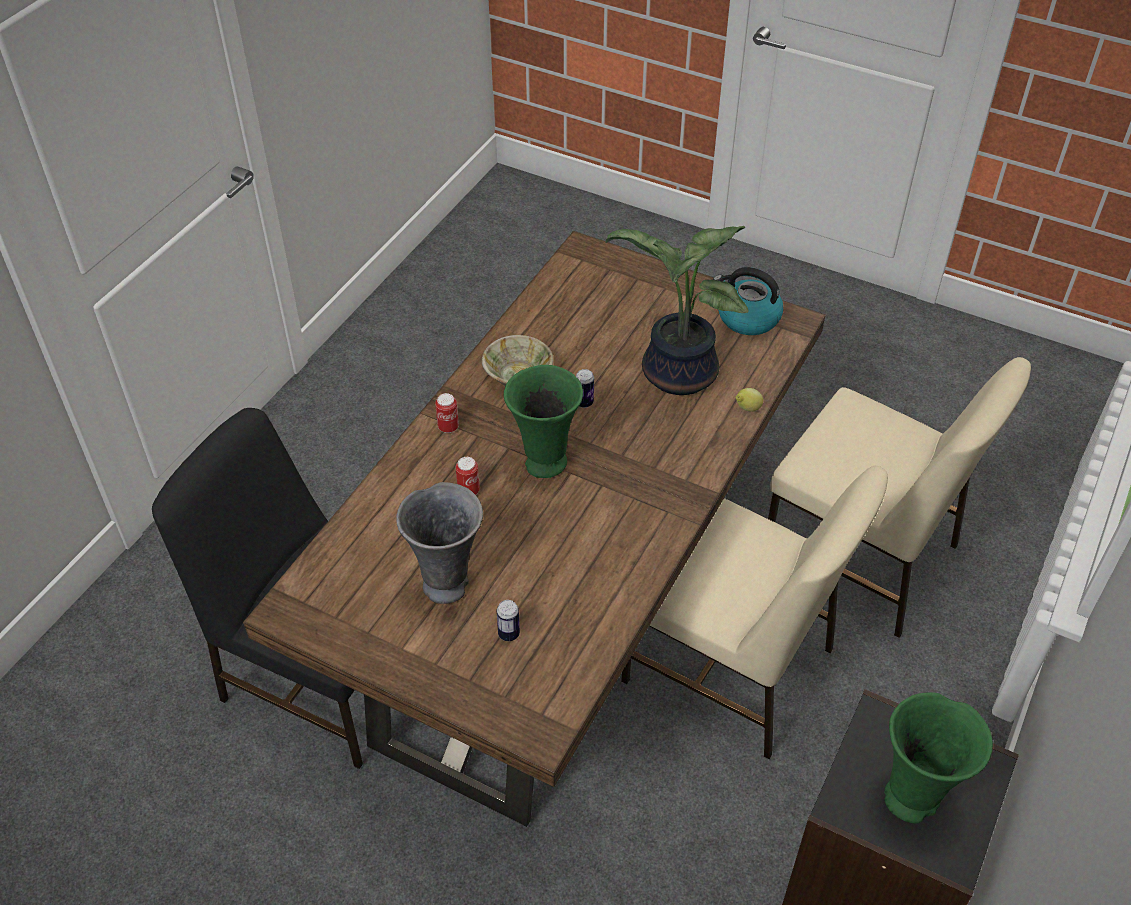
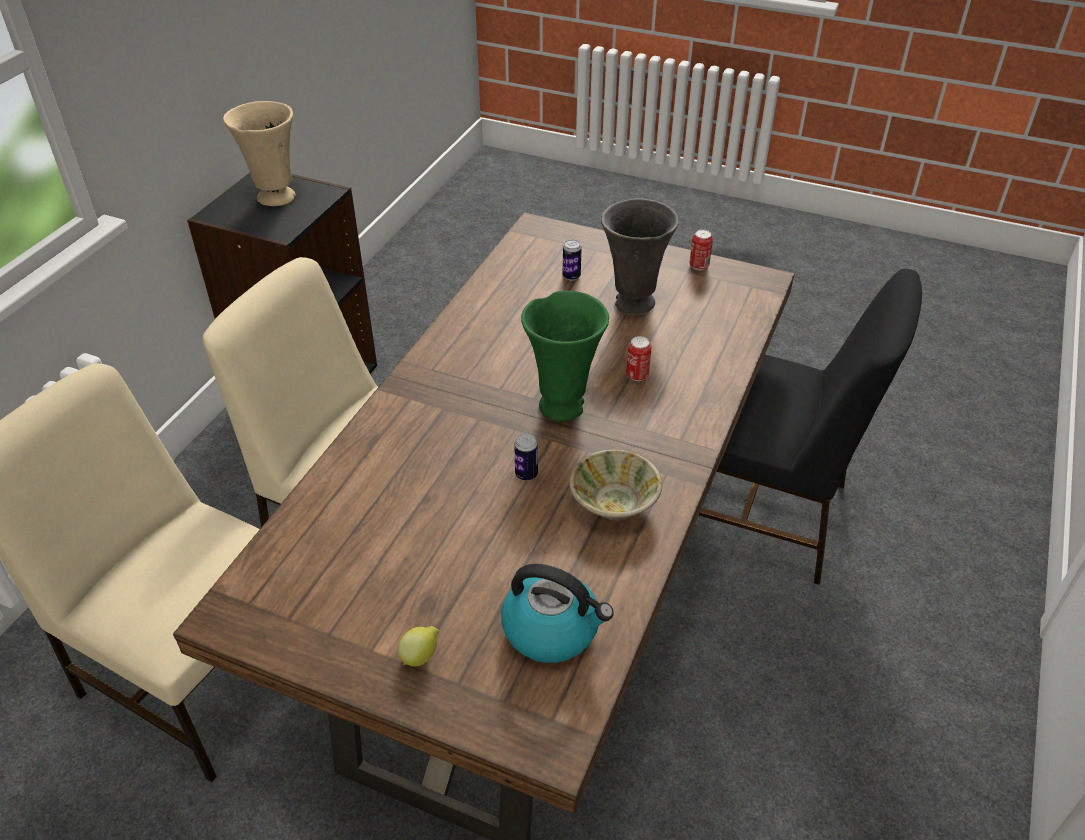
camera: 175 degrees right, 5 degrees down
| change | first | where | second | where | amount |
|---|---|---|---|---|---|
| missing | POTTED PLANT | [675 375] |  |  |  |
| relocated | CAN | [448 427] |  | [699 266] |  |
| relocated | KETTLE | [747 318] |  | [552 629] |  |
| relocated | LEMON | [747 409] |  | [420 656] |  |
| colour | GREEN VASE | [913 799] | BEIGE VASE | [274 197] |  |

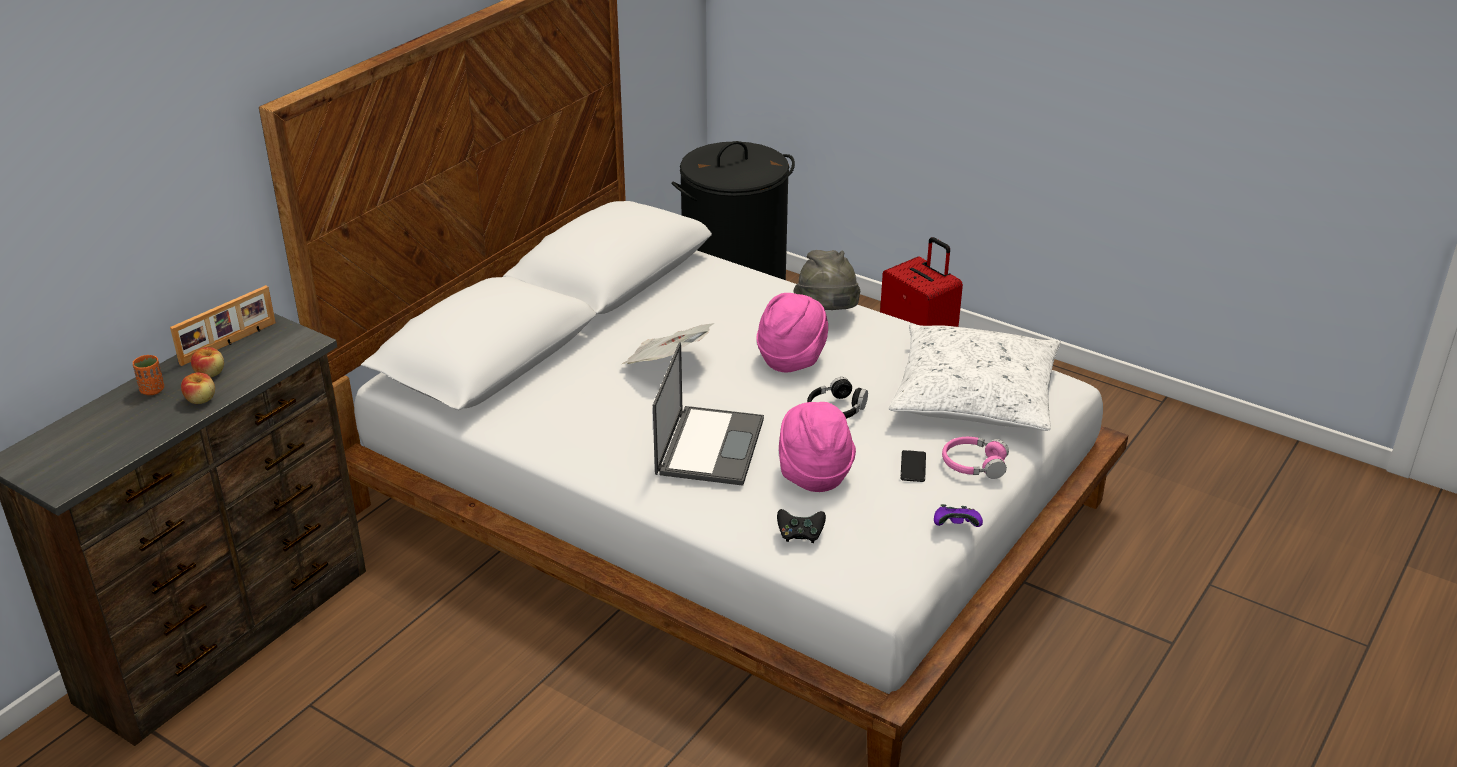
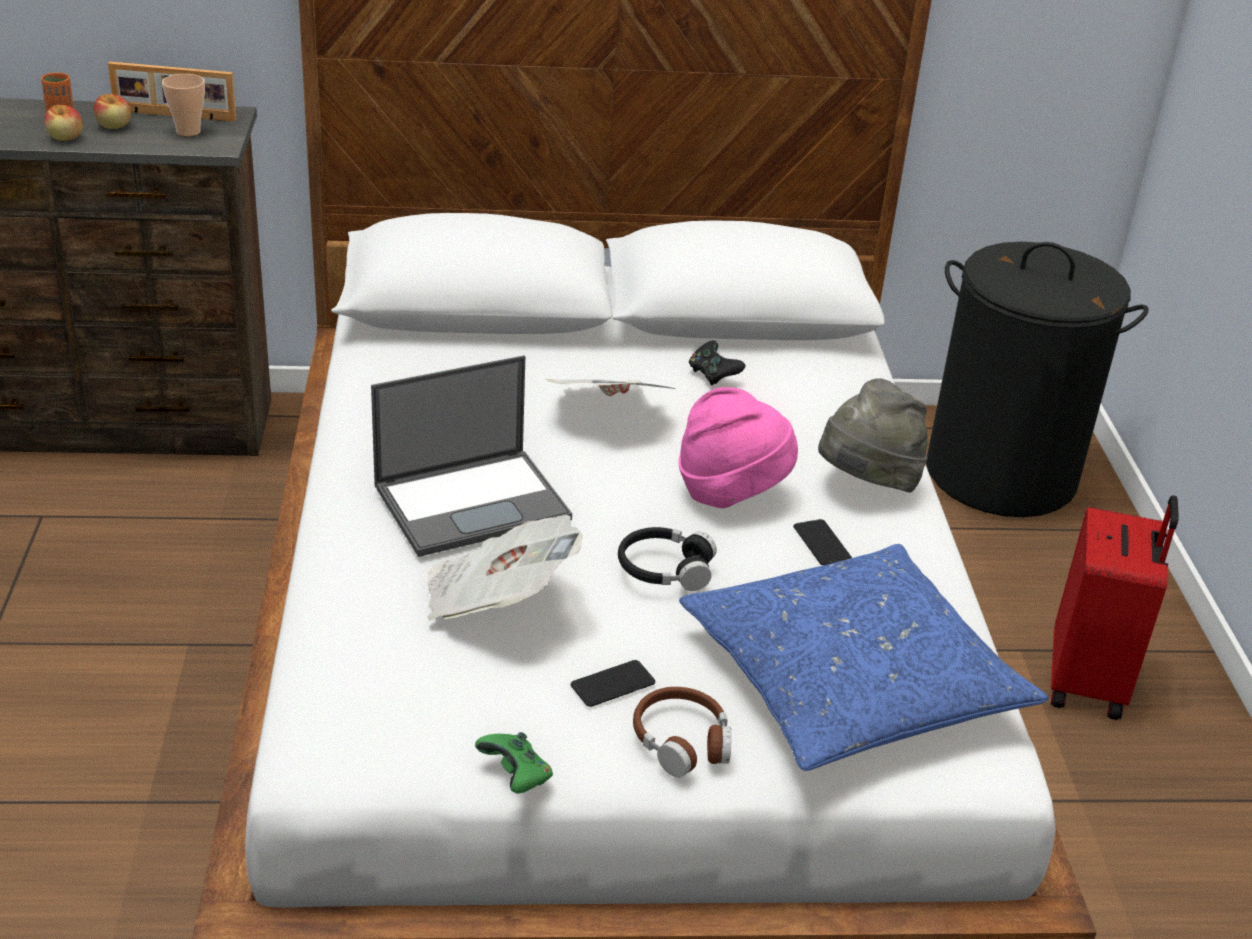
camera: 50 degrees right, 0 degrees up
| change | first | where | second | where | amount |
|---|---|---|---|---|---|
| appeared |  |  | CUP | [188 131] |  |
| appeared |  |  | PHONE | [822 543] |  |
| relocated | BLACK GAME CONTROLLER | [800 535] |  | [713 375] |  |
| exchanged | PINK HAT | [813 473] | NEWSPAPER | [497 600] |  |
| colour | WHITE PILLOW | [974 395] | BLUE PILLOW | [850 680] |  |
| colour | PURPLE GAME CONTROLLER | [956 526] | GREEN GAME CONTROLLER | [516 777] |  |
| colour | PINK HEADPHONES | [973 465] | BROWN HEADPHONES | [681 741] |  |

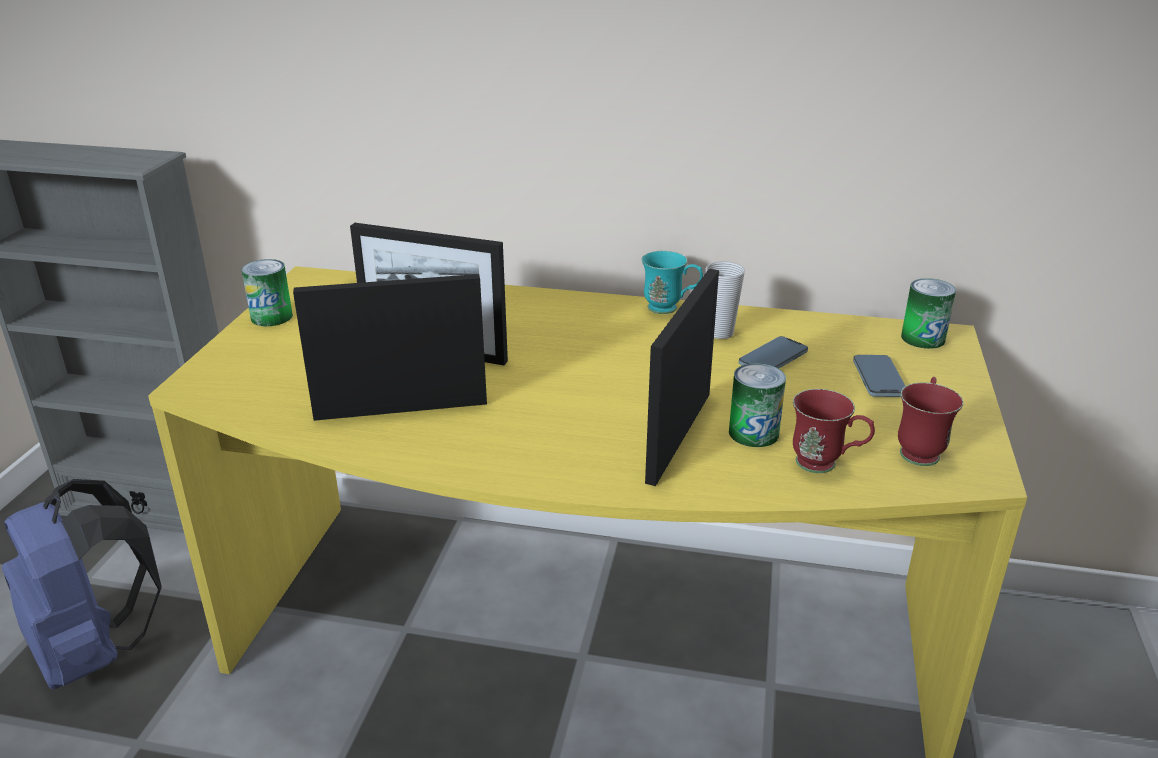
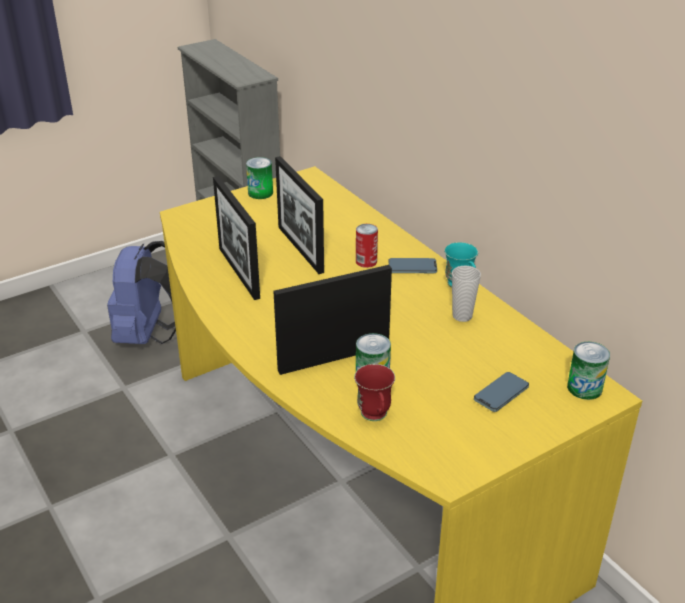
camera: 45 degrees right, 5 degrees up
| change | first | where | second | where | amount |
|---|---|---|---|---|---|
| missing | RED MUG | [920 449] |  |  |  |
| appeared |  |  | CAN | [366 261] |  |
| relocated | PHONE | [773 359] |  | [412 268] |  |
| spun | PICTURE FRAME | [401 409] |  | [239 272] | 150 degrees counterclockwise |

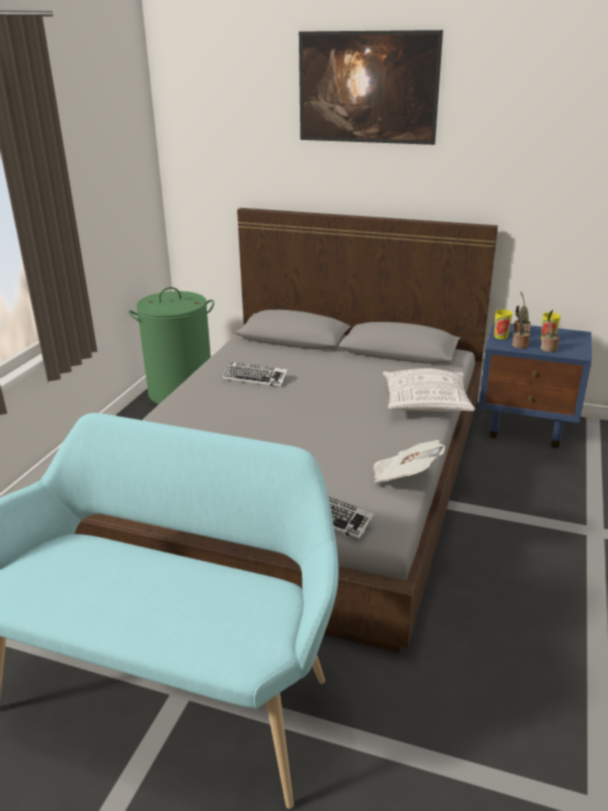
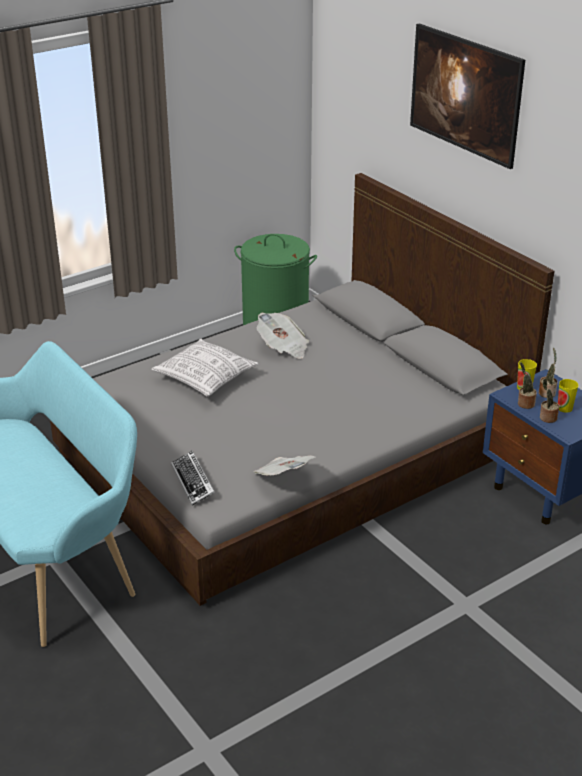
camera: 35 degrees right, 5 degrees up
| change | first | where | second | where | amount |
|---|---|---|---|---|---|
| relocated | PILLOW | [425 404] |  | [205 378] |  |
| exchanged | KEYBOARD | [255 378] | NEWSPAPER | [283 348] |  |

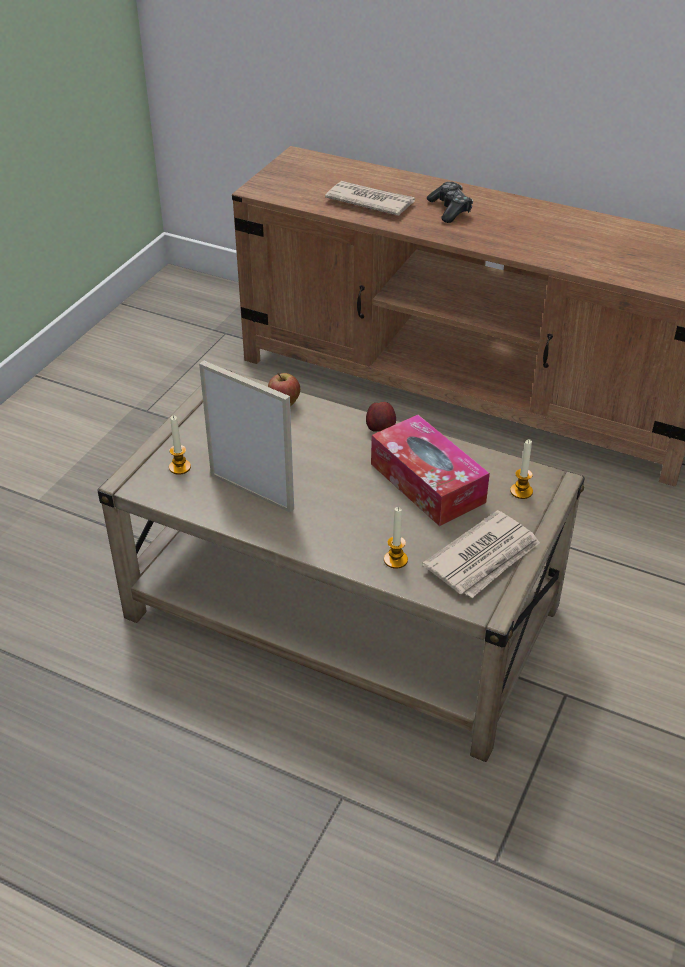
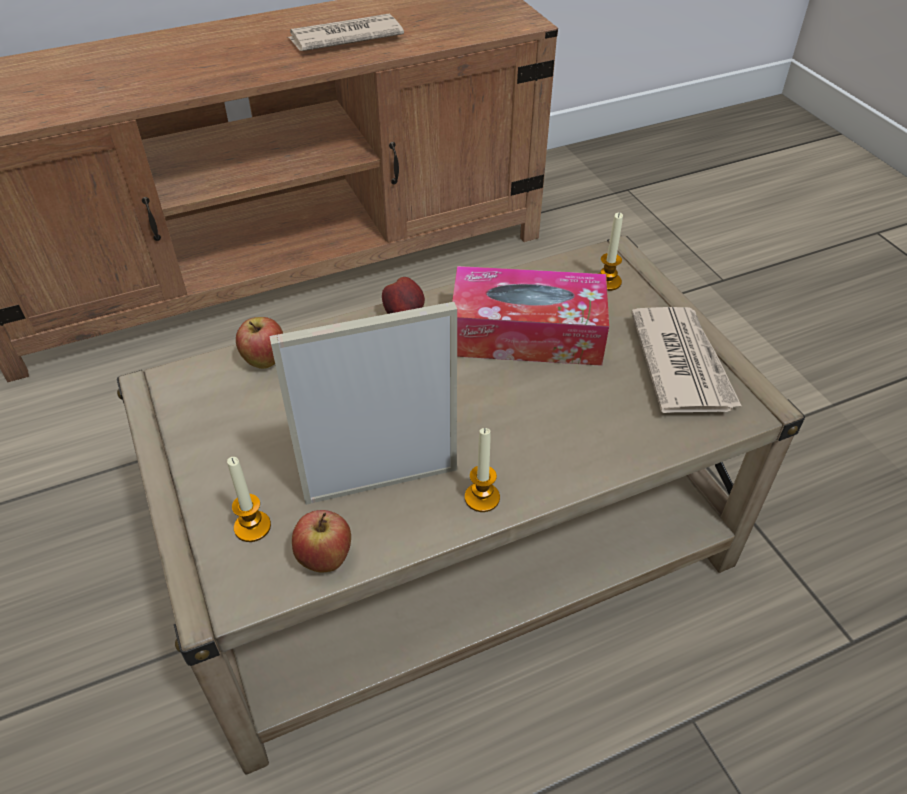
camera: 50 degrees left, 5 degrees up
| change | first | where | second | where | amount |
|---|---|---|---|---|---|
| missing | GAME CONTROLLER | [450 210] |  |  |  |
| appeared |  |  | APPLE | [325 560] |  |
| relocated | NEWSPAPER | [369 201] |  | [344 38] |  |
| relocated | CANDLE | [395 560] |  | [482 498] |  |

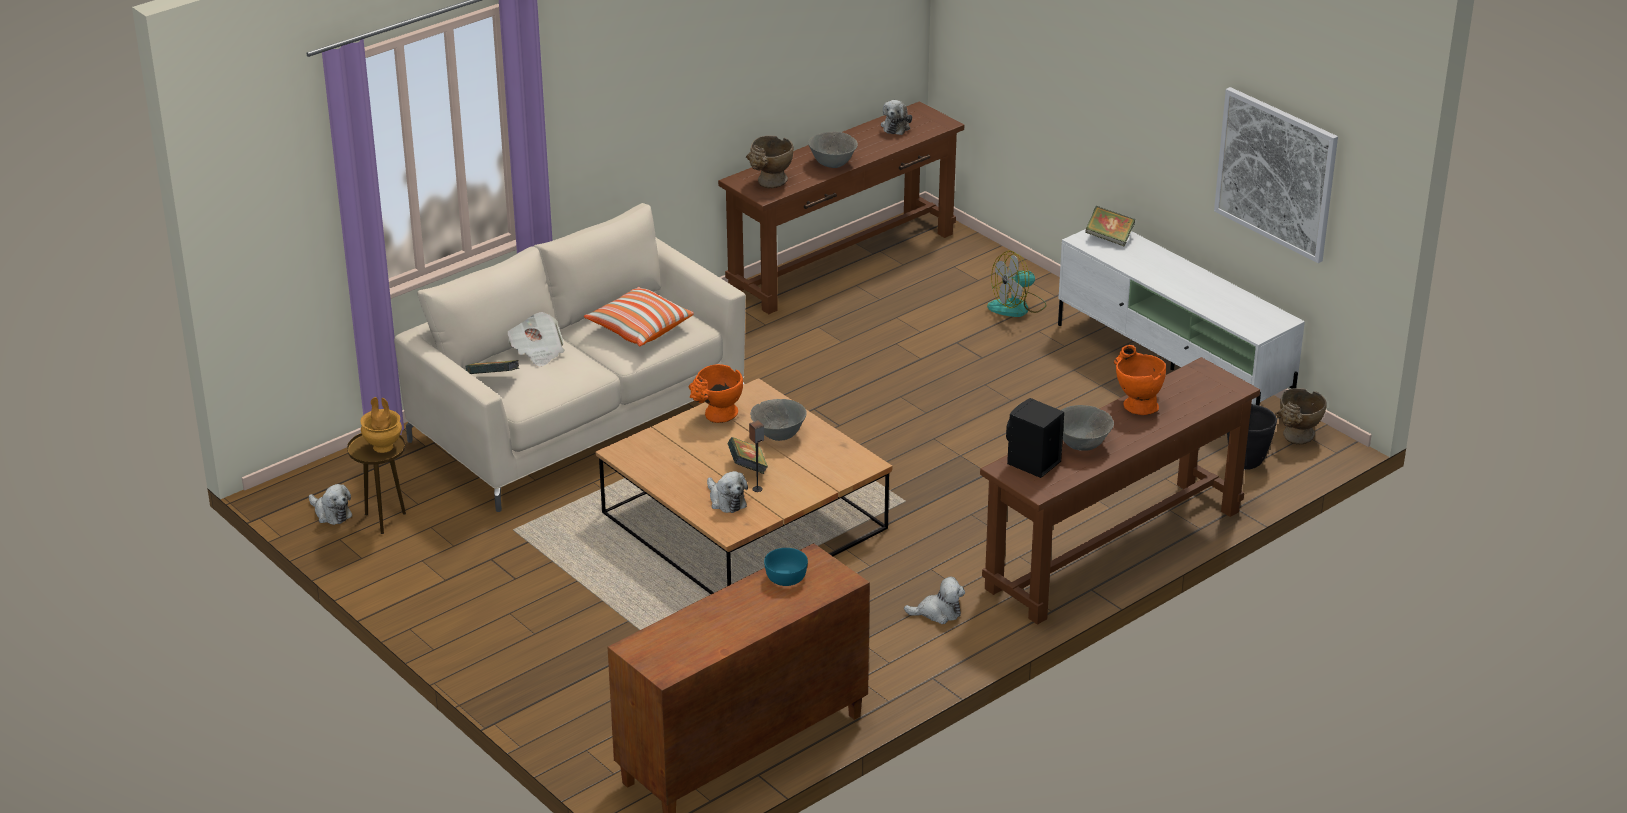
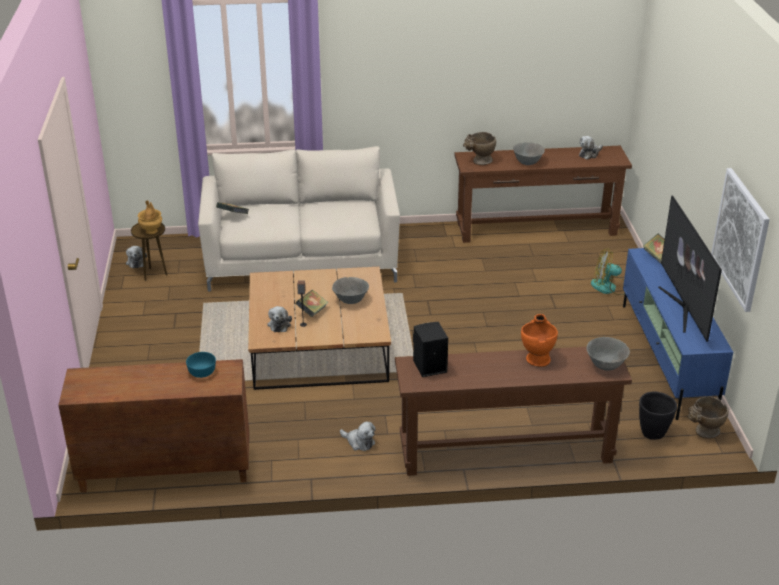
camera: 35 degrees right, 0 degrees up
| change | first | where | second | where | amount |
|---|---|---|---|---|---|
| missing | NEWSPAPER | [536 351] |  |  |  |
| missing | PILLOW | [639 329] |  |  |  |
| missing | ORANGE VASE | [717 417] |  |  |  |
| appeared |  |  | TELEVISION | [683 308] |  |
| relocated | GREY BOWL | [1082 444] |  | [606 365] |  |
| colour | WHITE TV STAND | [1172 370] | BLUE TV STAND | [666 358] |  |

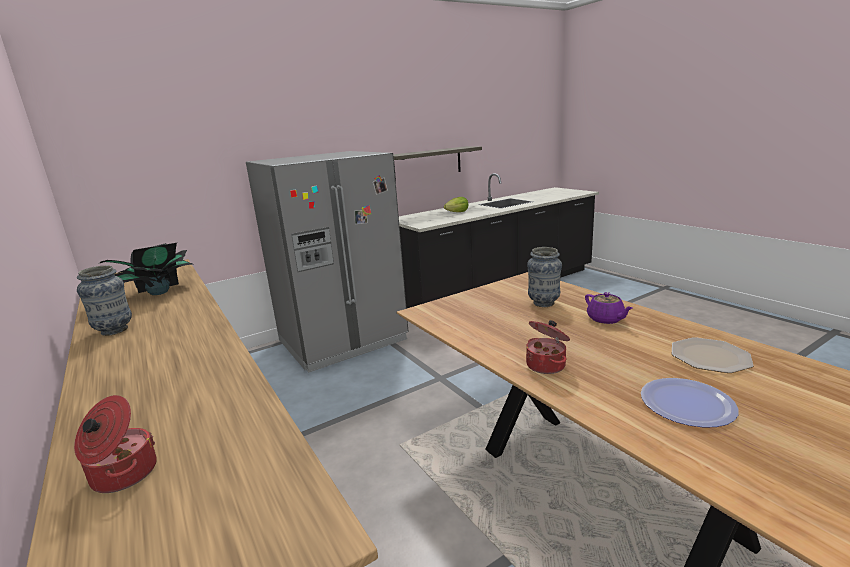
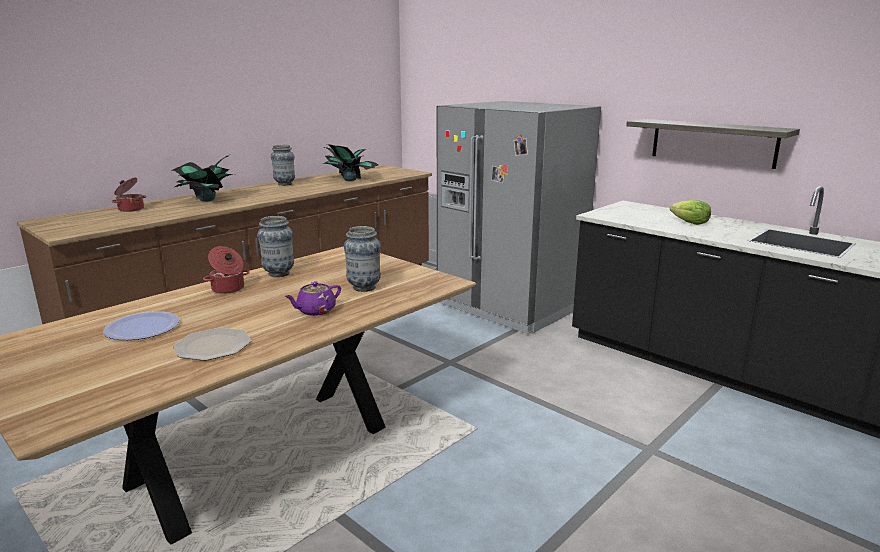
camera: 75 degrees right, 0 degrees up
| change | first | where | second | where | amount |
|---|---|---|---|---|---|
| appeared |  |  | POTTED PLANT | [206 200] |  |
| appeared |  |  | VASE | [278 274] |  |

